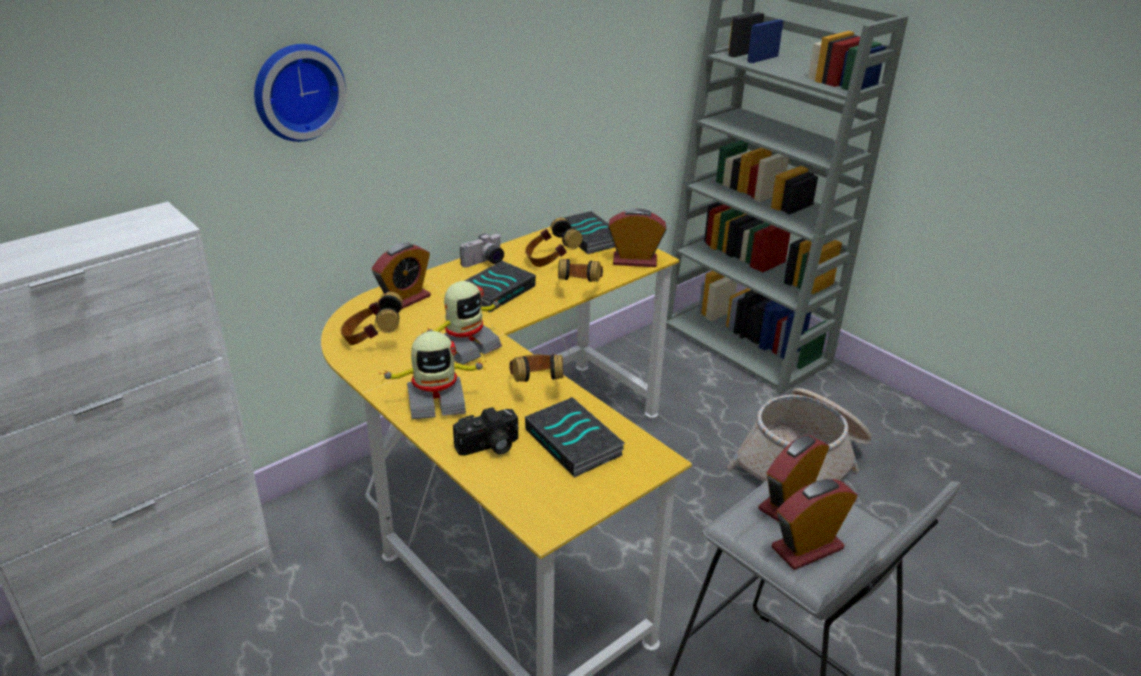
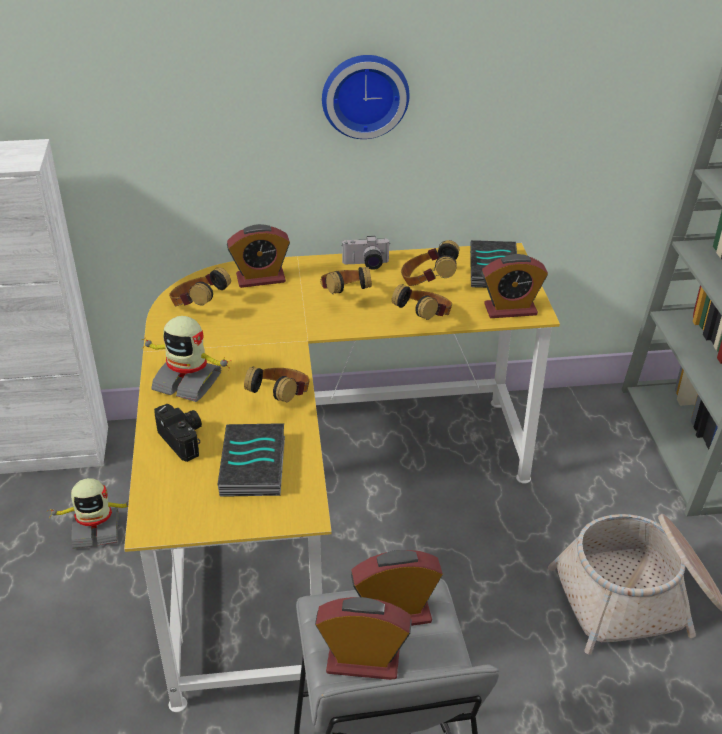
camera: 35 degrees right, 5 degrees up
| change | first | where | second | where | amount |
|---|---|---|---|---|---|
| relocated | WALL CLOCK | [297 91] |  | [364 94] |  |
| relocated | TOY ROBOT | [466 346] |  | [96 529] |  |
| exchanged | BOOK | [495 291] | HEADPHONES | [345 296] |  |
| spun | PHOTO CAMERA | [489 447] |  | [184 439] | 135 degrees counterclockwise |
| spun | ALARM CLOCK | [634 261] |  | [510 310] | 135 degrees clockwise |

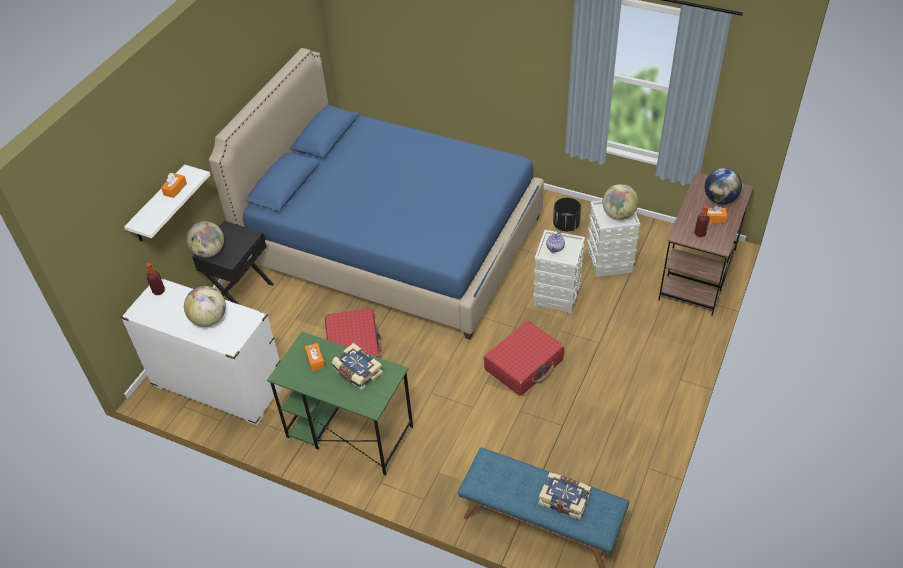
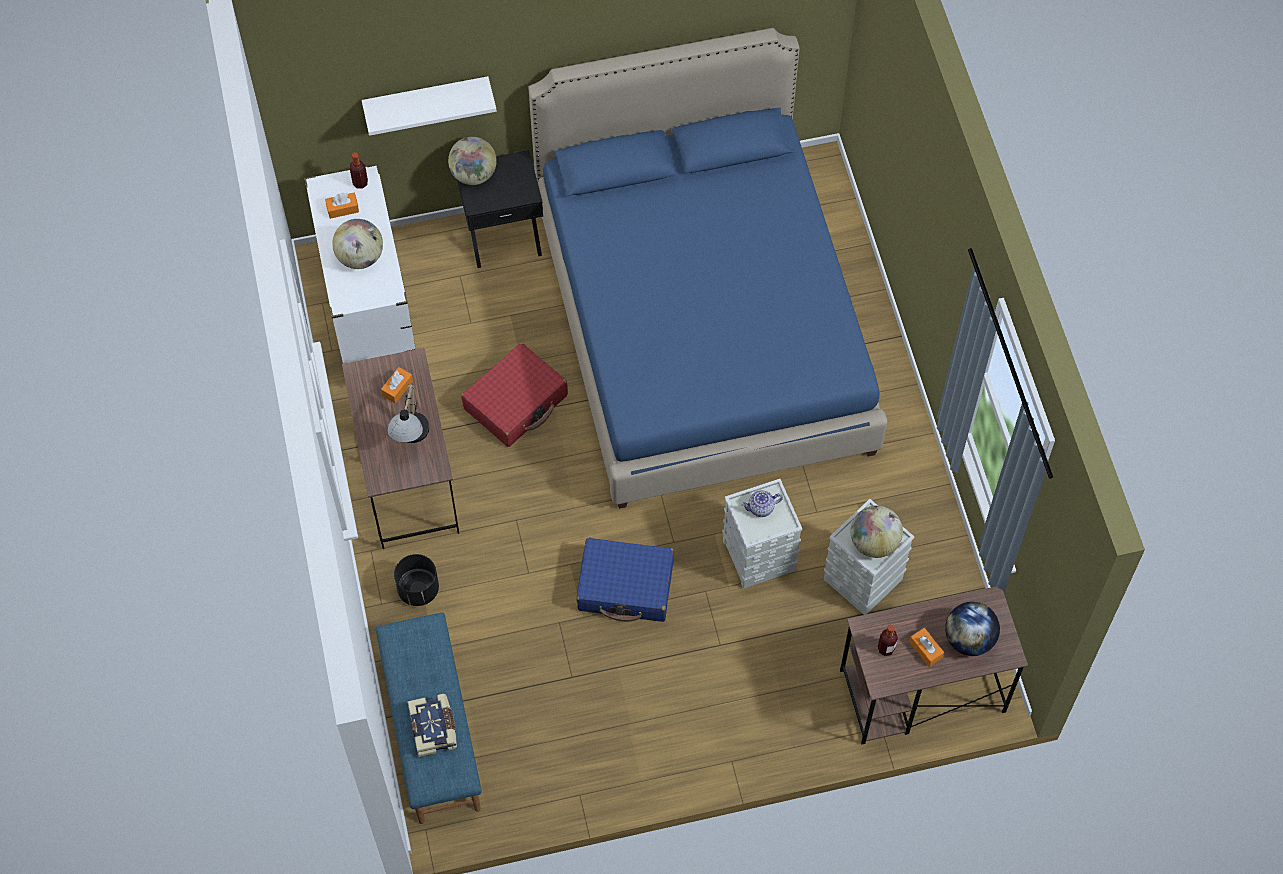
camera: 50 degrees right, 15 degrees up
| change | first | where | second | where | amount |
|---|---|---|---|---|---|
| relocated | ORANGE TISSUE BOX | [175 189] |  | [342 209] |  |
| relocated | BLACK PLANTER | [566 225] |  | [418 589] |  |
| exchanged | BOOK | [357 372] | TABLE LAMP | [411 437] |  |
| colour | GREEN DESK | [348 432] | BROWN DESK | [407 477] |  |
| colour | RED SUITCASE | [524 365] | BLUE SUITCASE | [626 586] |  |

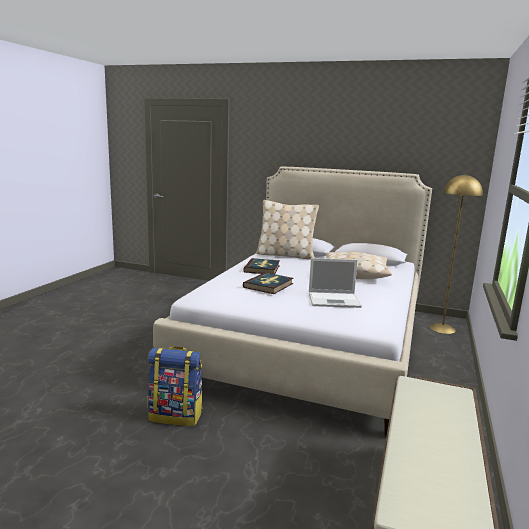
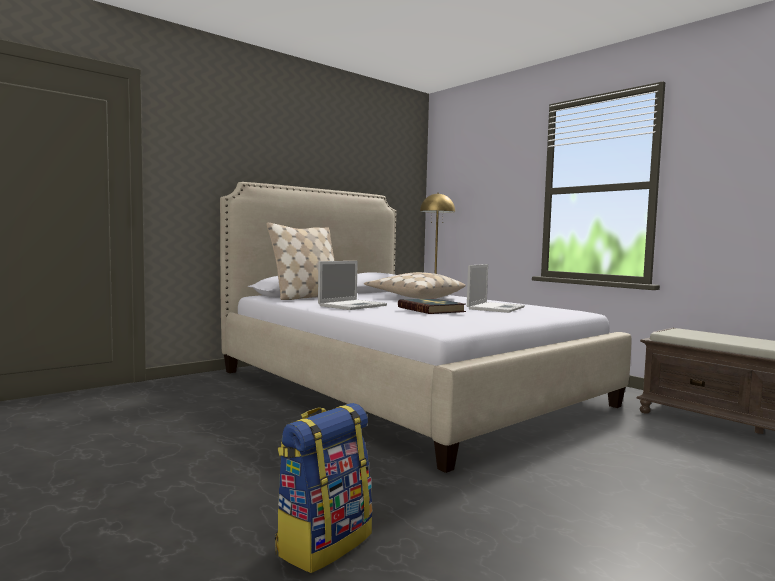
camera: 60 degrees left, 10 degrees down
| change | first | where | second | where | amount |
|---|---|---|---|---|---|
| relocated | BACKPACK | [176 415] |  | [323 543] |  |
| exchanged | BOOK | [262 268] | LAPTOP | [353 305] |  |

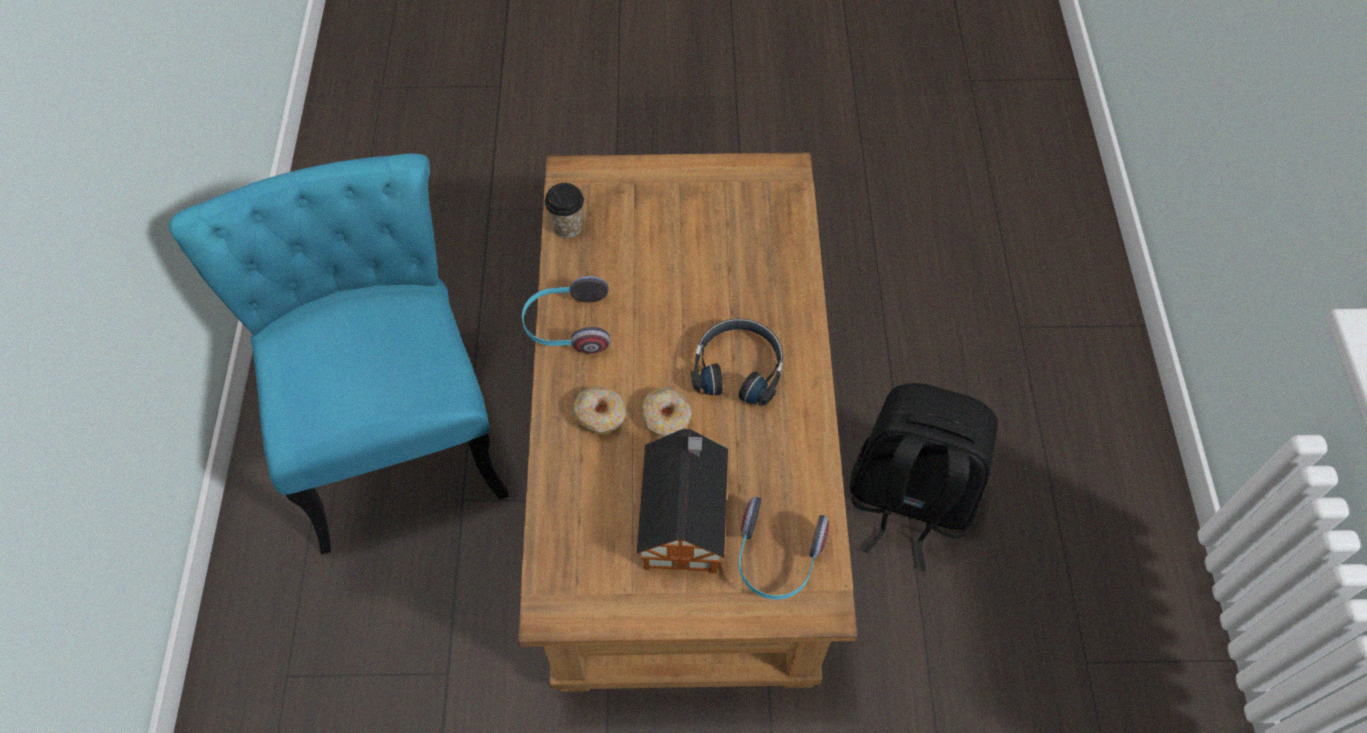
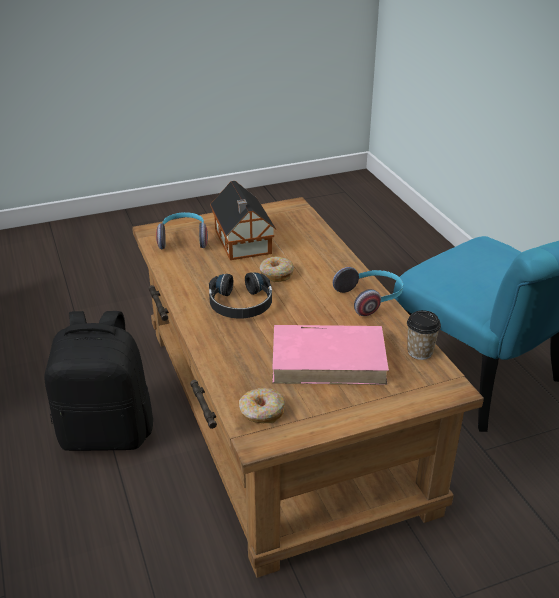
camera: 160 degrees right, 25 degrees down
| change | first | where | second | where | amount |
|---|---|---|---|---|---|
| appeared |  |  | PINK BOOK | [329 359] |  |
| relocated | DONUT | [600 415] |  | [261 412] |  |

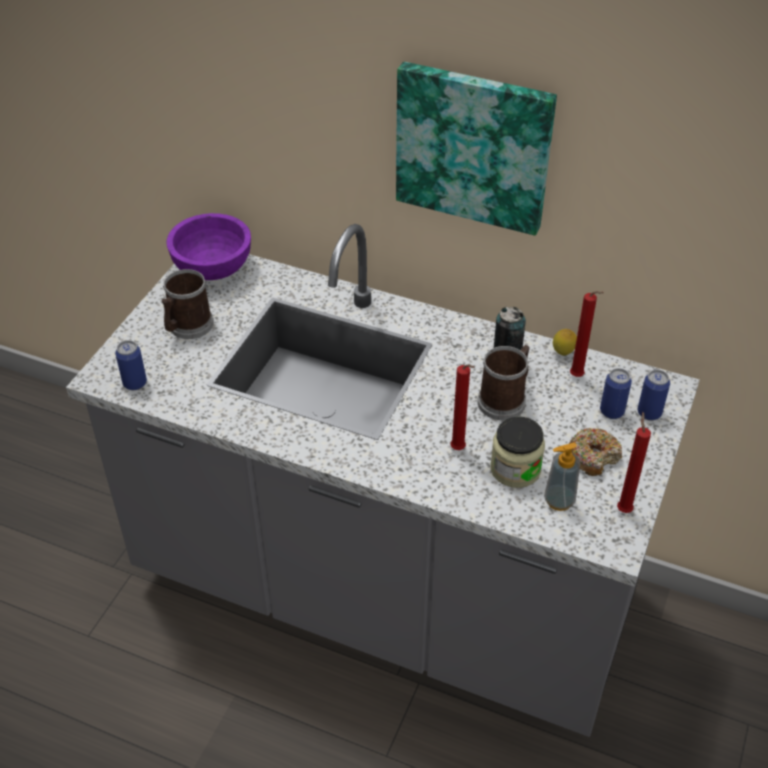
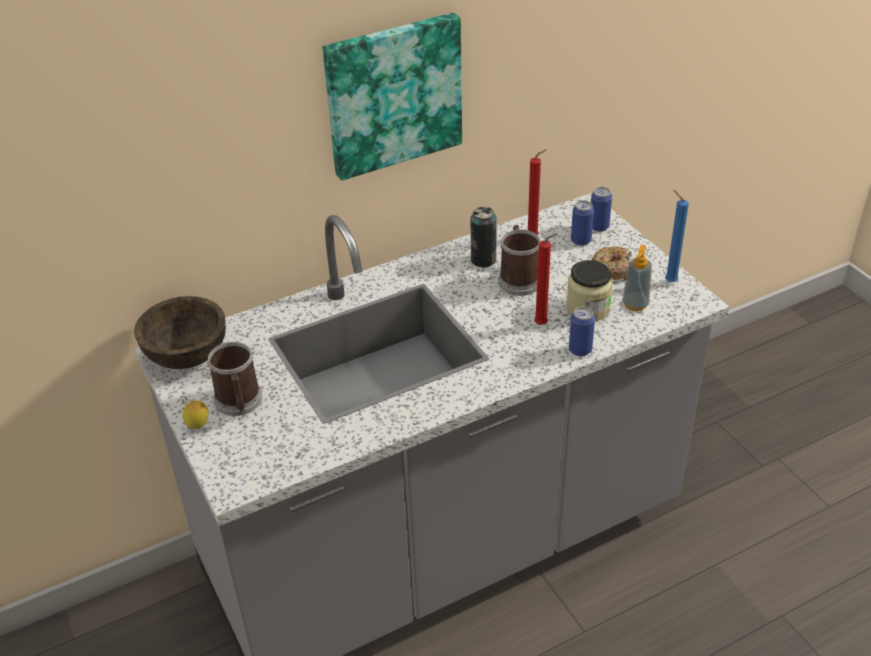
camera: 50 degrees left, 5 degrees down
| change | first | where | second | where | amount |
|---|---|---|---|---|---|
| relocated | CAN | [135 383] |  | [580 350] |  |
| relocated | LEMON | [562 354] |  | [198 427] |  |
| colour | PURPLE BOWL | [212 268] | BROWN BOWL | [187 355] |  |
| colour | RED CANDLE | [623 508] | BLUE CANDLE | [669 281] |  |

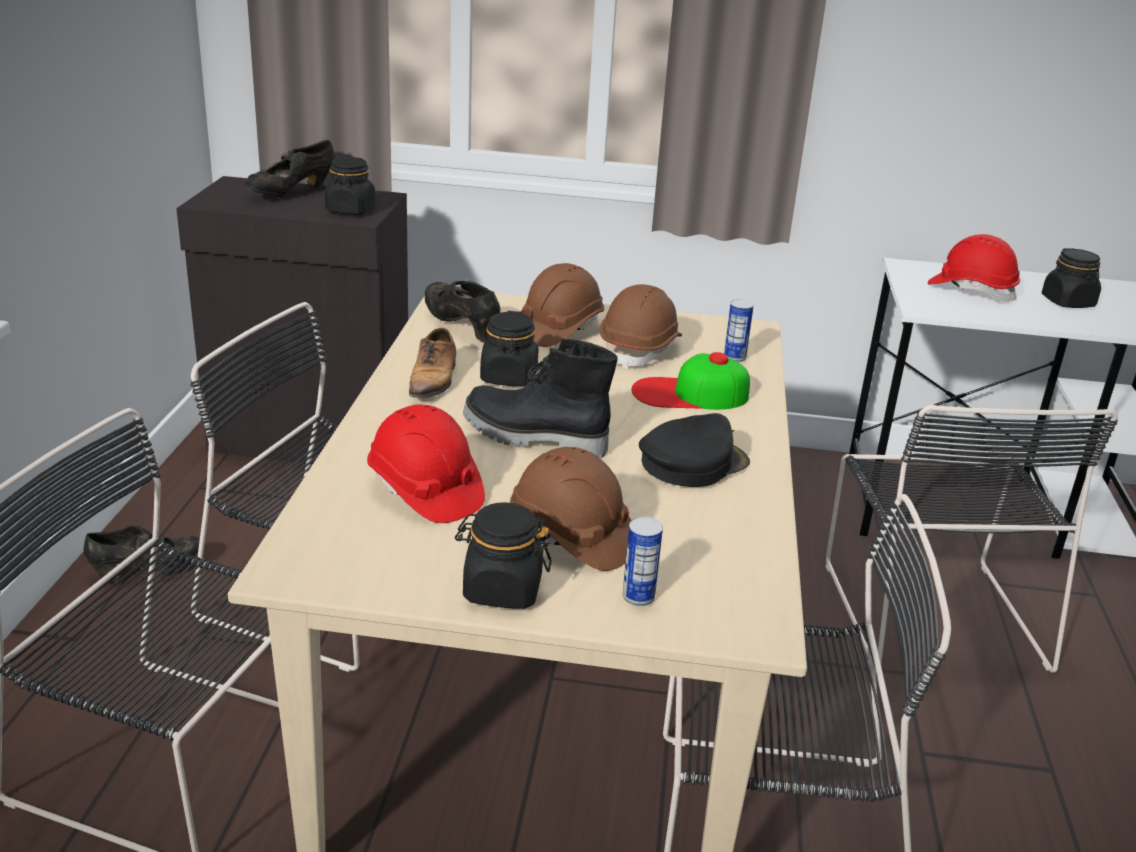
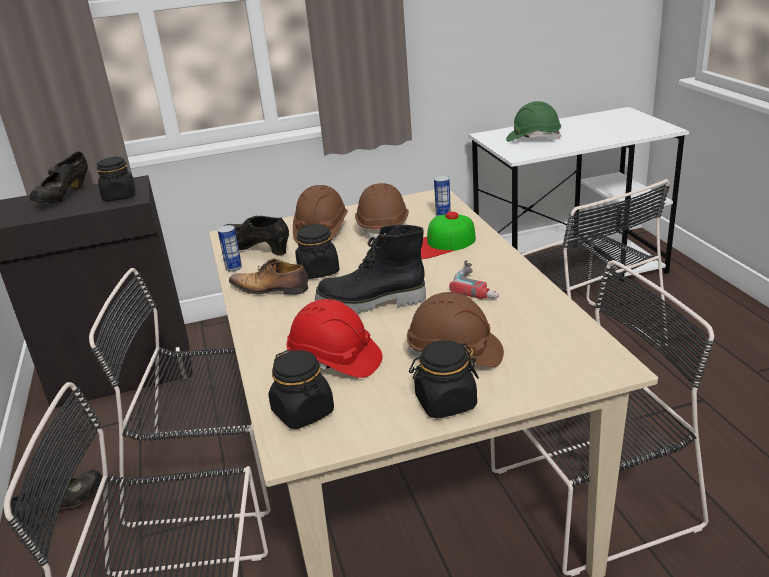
camera: 20 degrees left, 0 degrees up
| change | first | where | second | where | amount |
|---|---|---|---|---|---|
| relocated | CAN | [638 597] |  | [233 268] |  |
| relocated | BLACK JAR | [1068 302] |  | [303 412] |  |
| exchanged | BLACK CAP | [692 462] | POWER DRILL | [480 284] |  |
| colour | RED HARD HAT | [971 290] | GREEN HARD HAT | [533 138] |  |
| spun | SHOE | [433 380] |  | [271 289] | 120 degrees clockwise |

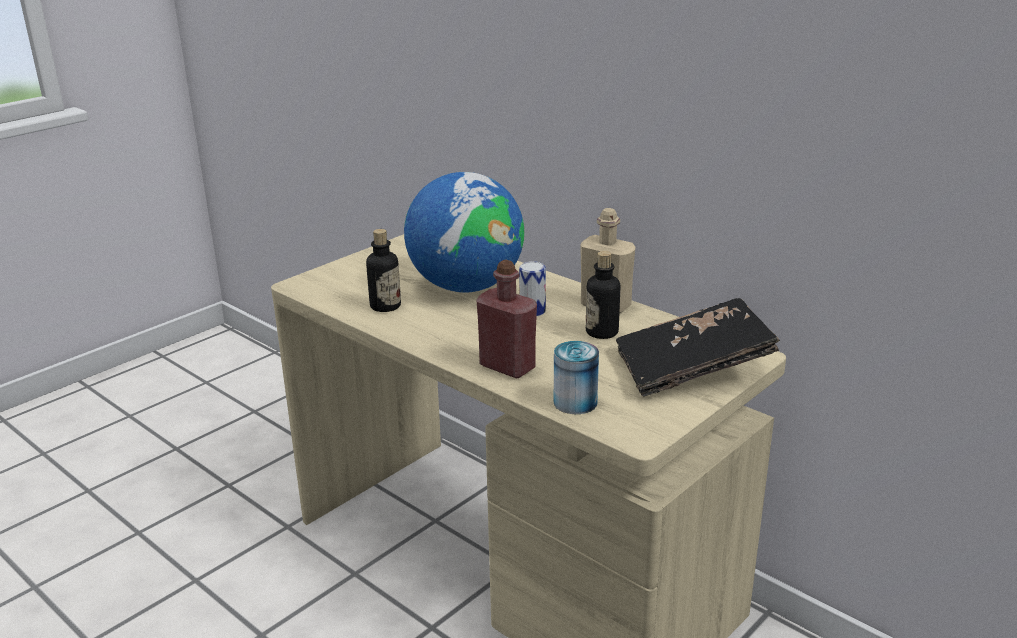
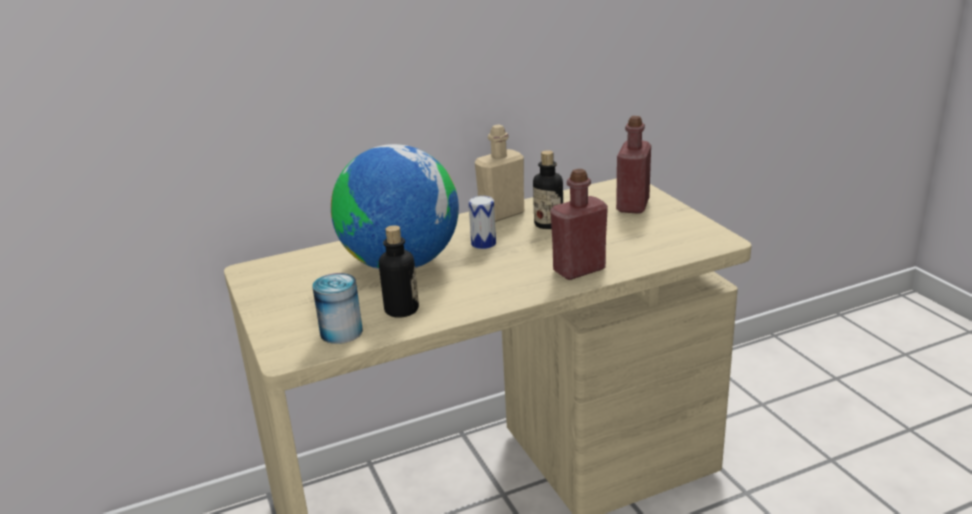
camera: 65 degrees left, 0 degrees up
| change | first | where | second | where | amount |
|---|---|---|---|---|---|
| relocated | CAN | [575 402] |  | [341 332] |  |
| exchanged | BLACK BOOK | [692 369] | RED BOTTLE | [633 205] |  |

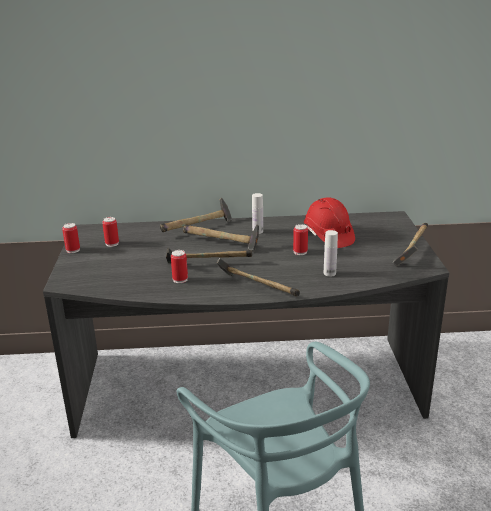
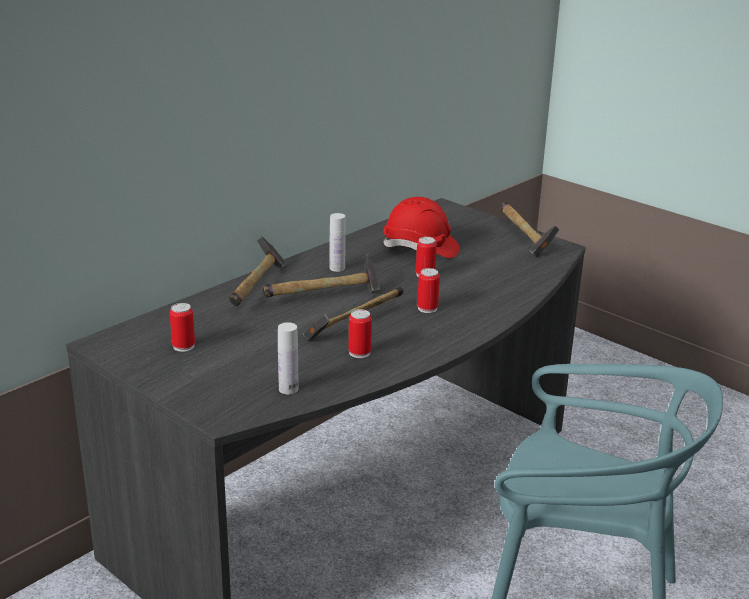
camera: 45 degrees left, 0 degrees up
| change | first | where | second | where | amount |
|---|---|---|---|---|---|
| missing | HAMMER | [256 288] |  |  |  |
| relocated | CAN | [73 250] |  | [427 308] |  |
| relocated | WHITE BOTTLE | [329 273] |  | [288 389] |  |

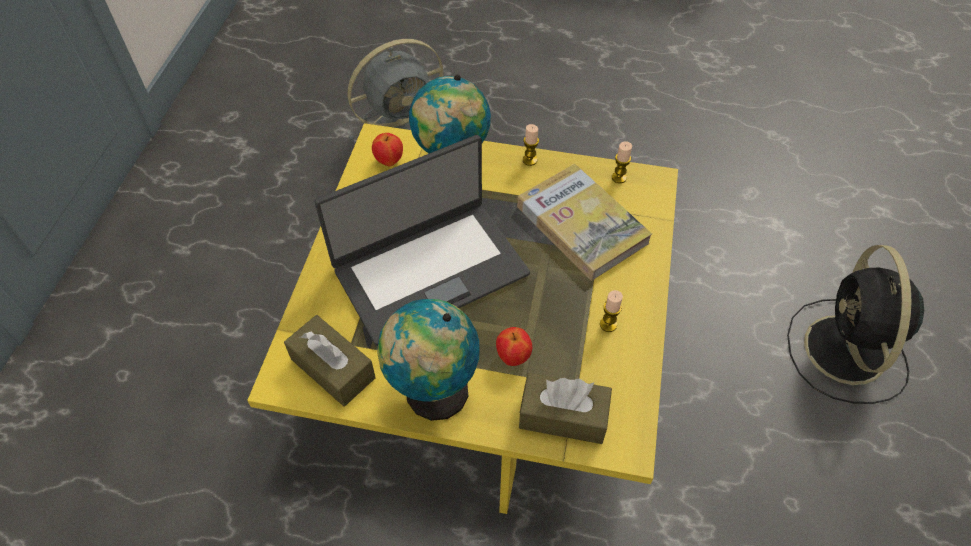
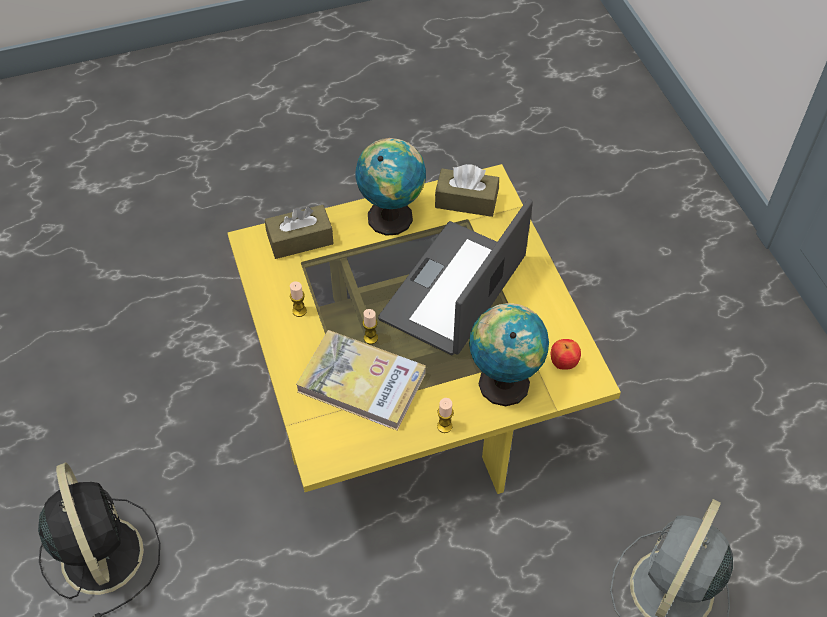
camera: 150 degrees right, 0 degrees up
| change | first | where | second | where | amount |
|---|---|---|---|---|---|
| missing | APPLE | [513 357] |  |  |  |
| relocated | CANDLE | [619 177] |  | [370 338] |  |

